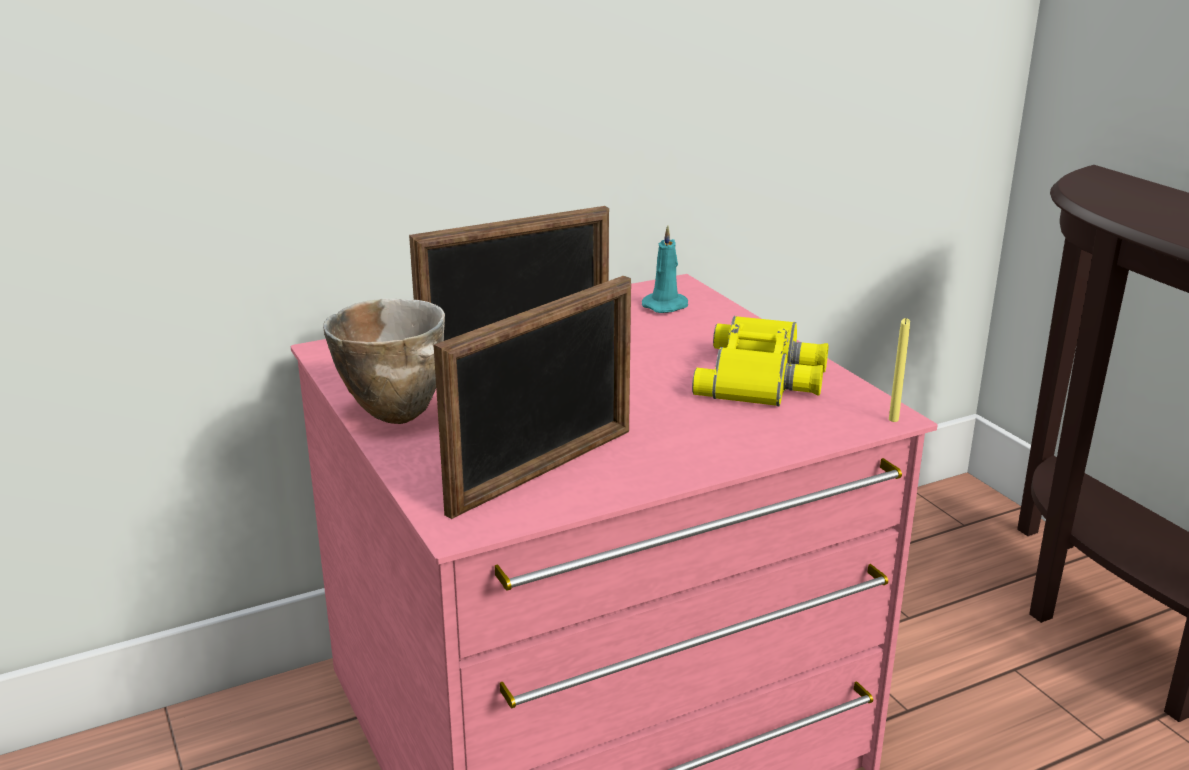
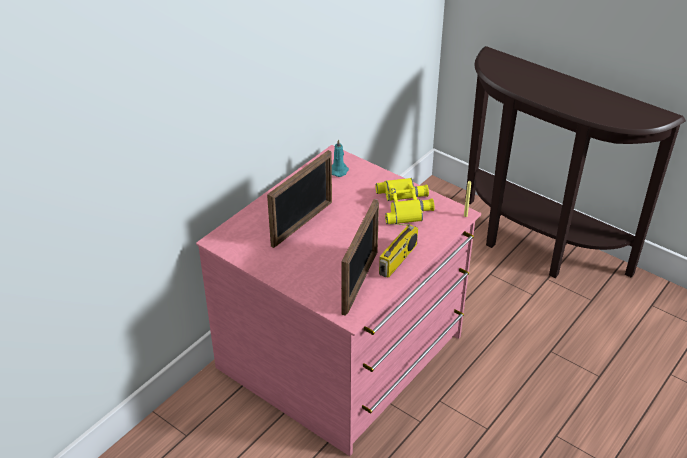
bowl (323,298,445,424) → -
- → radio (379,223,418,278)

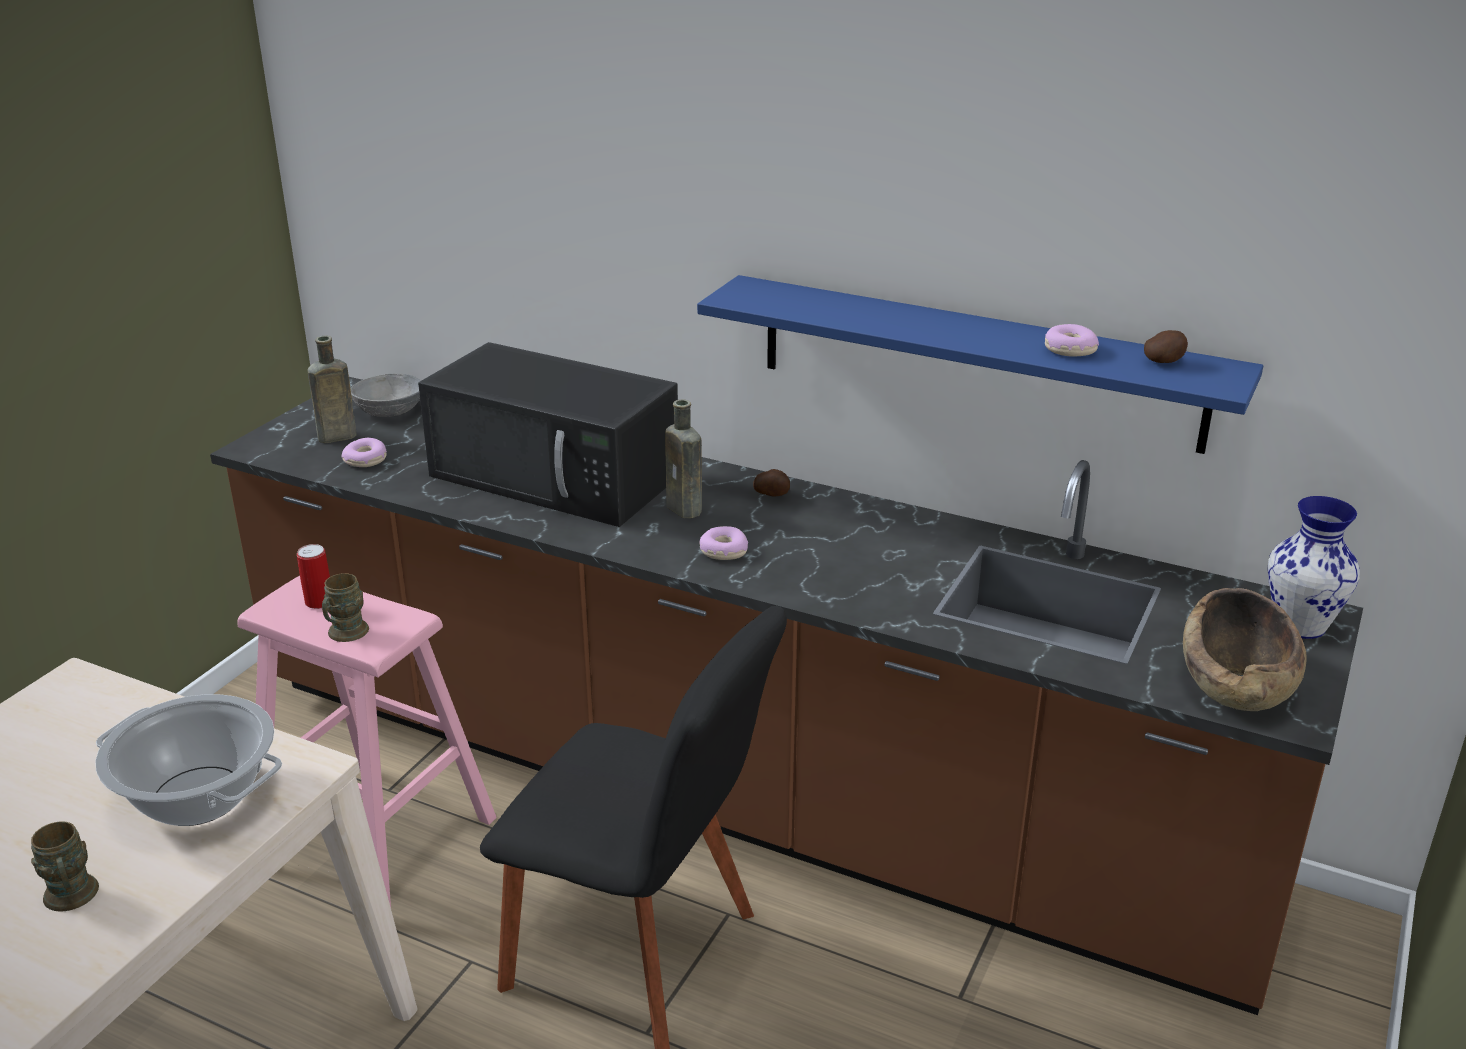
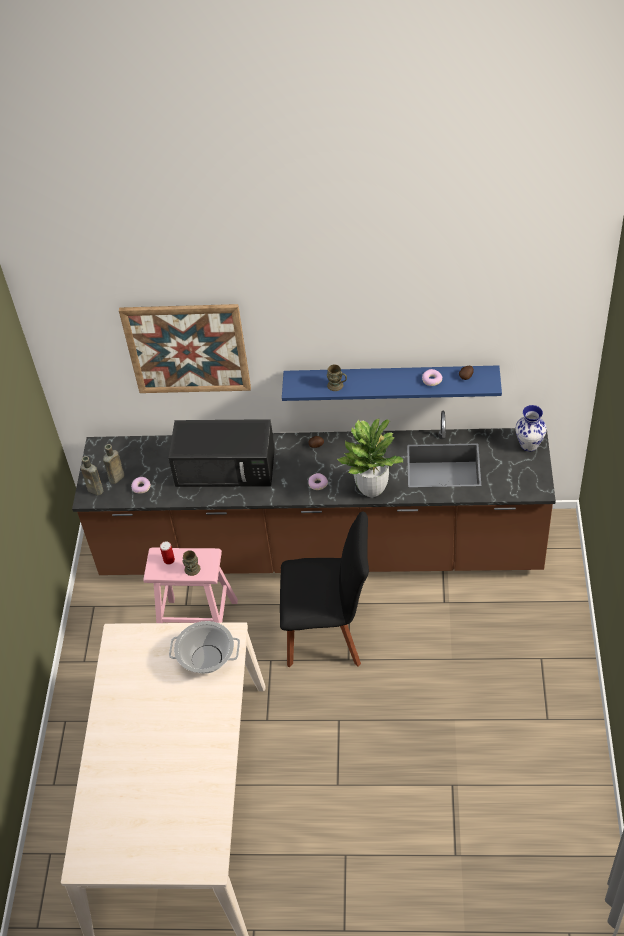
mug (brown) (31,822,99,912) → mug (brown) (327,365,347,391), moved
bowl (grey) (351,373,421,417) → -
bottle (brown) (665,399,702,518) → bottle (brown) (81,456,104,496), moved
bowl (brown) (1183,588,1307,711) → -
- → picture (119,304,251,393)
- → potted plant (336,419,403,497)

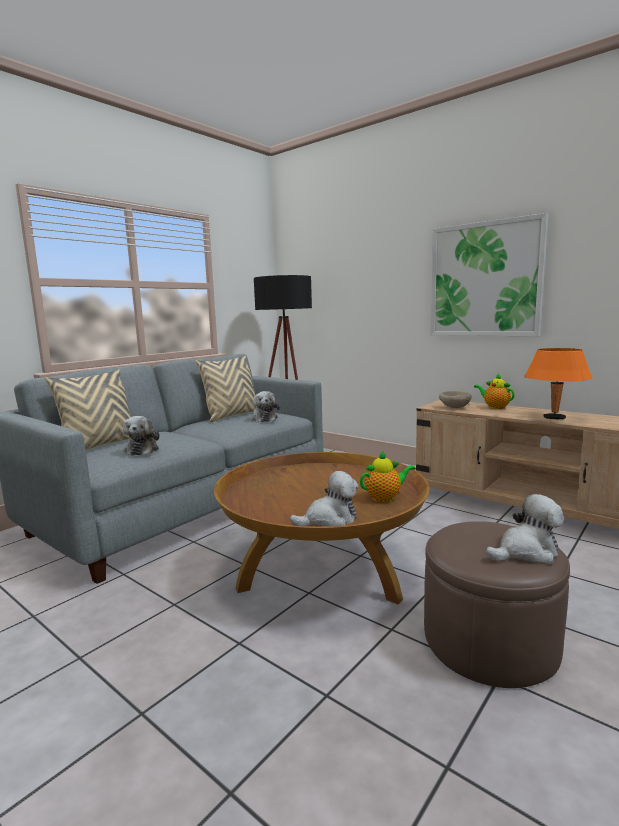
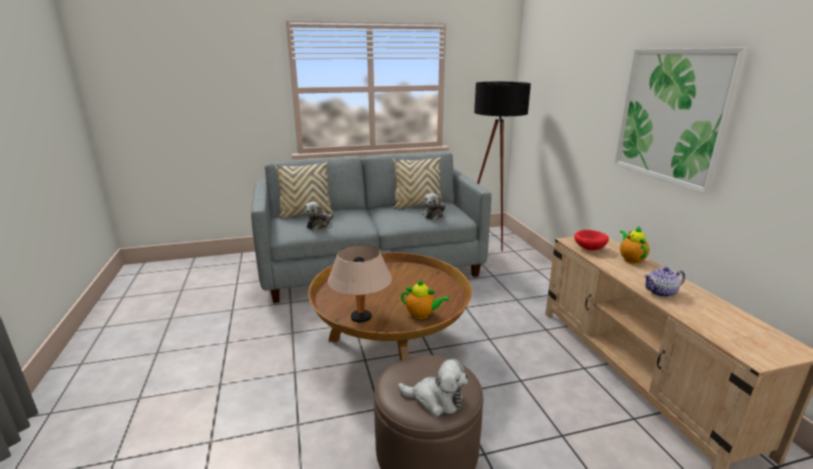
plush toy (290,471,359,527) → table lamp (beige) (328,245,392,322)
bowl (beige) (439,391,472,408) → bowl (red) (574,230,609,250)
table lamp (orange) (524,348,593,419) → teapot (644,267,685,297)

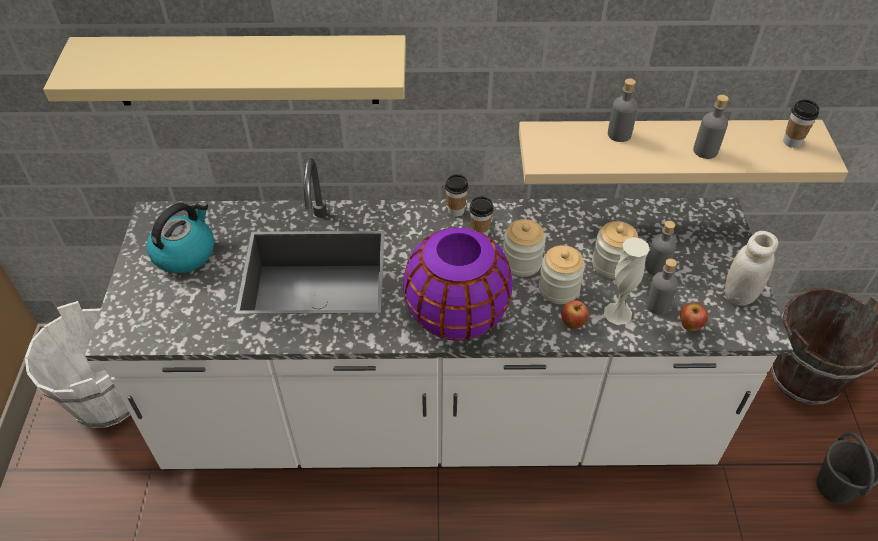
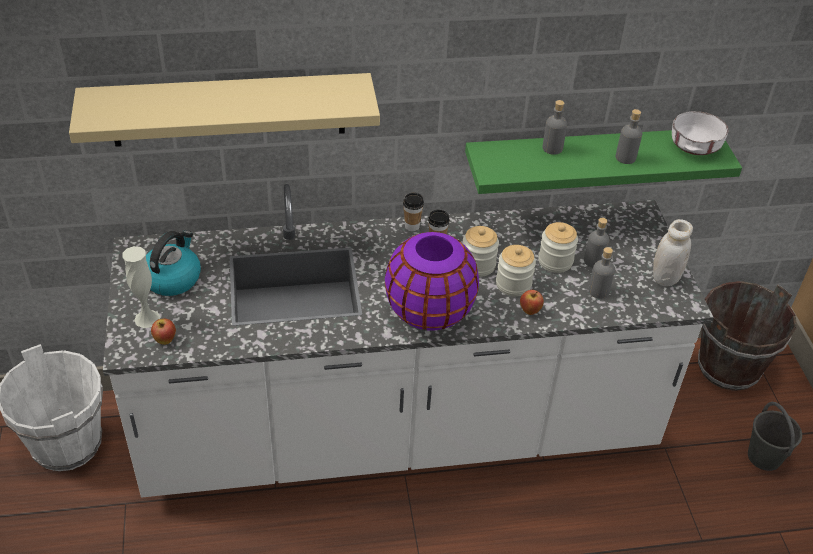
shelf (beige) (519,120,848,184) → shelf (green) (465,130,742,194)
vase (white) (604,237,650,325) → vase (white) (122,246,160,328), moved
apple (680,303,708,331) → apple (151,319,176,345), moved
cup (783,100,819,148) → bowl (white) (672,111,728,155)

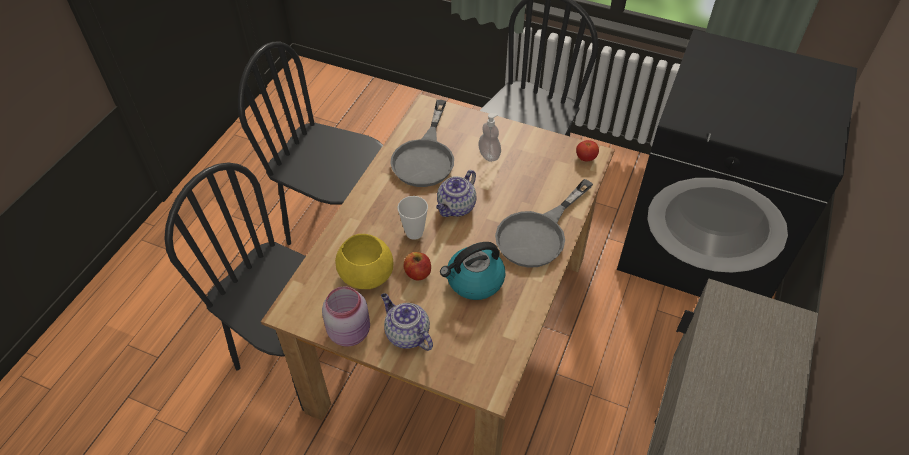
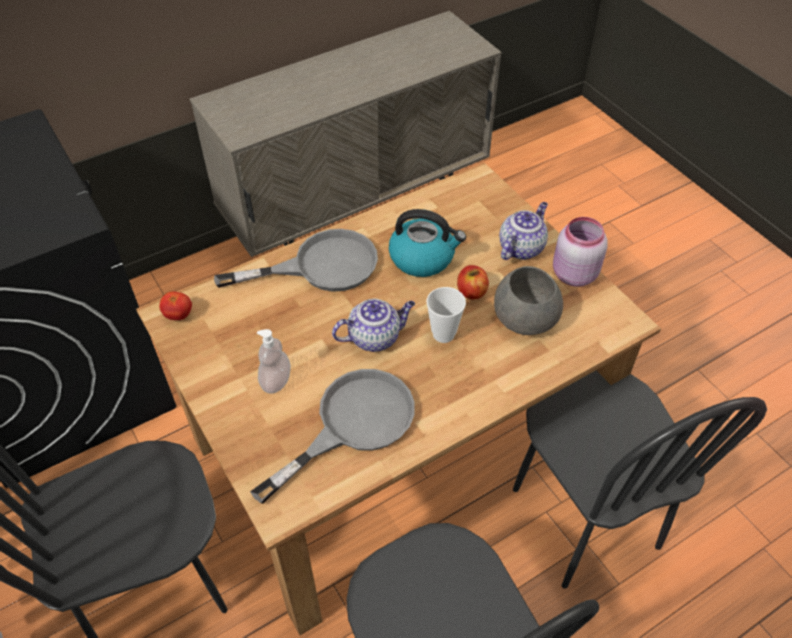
bowl (yellow) (335,234,393,289) → bowl (grey) (494,266,563,335)
teapot (381,293,433,351) → teapot (499,202,548,260), 135 degrees counterclockwise

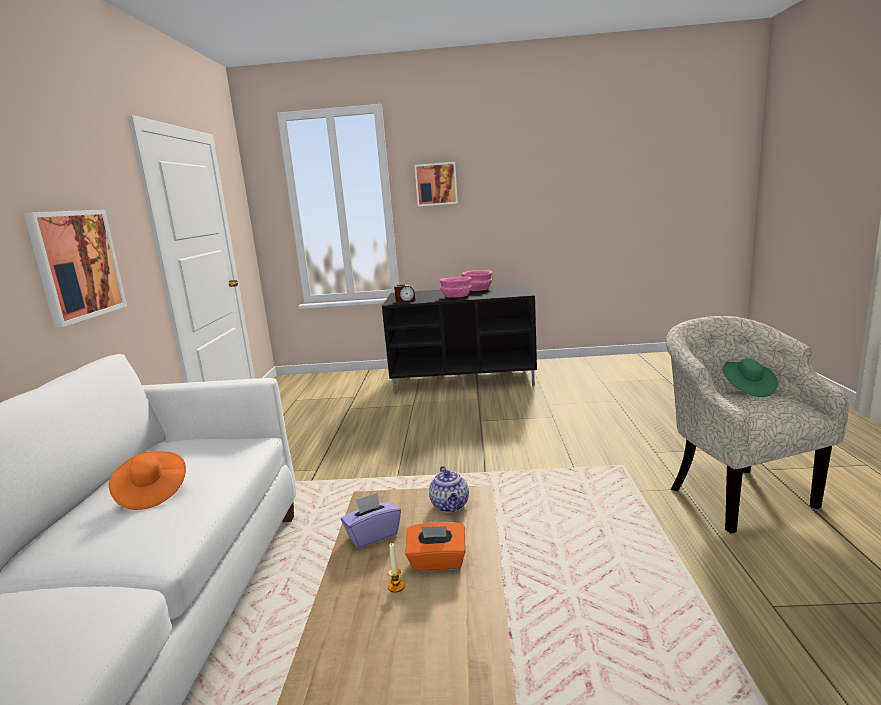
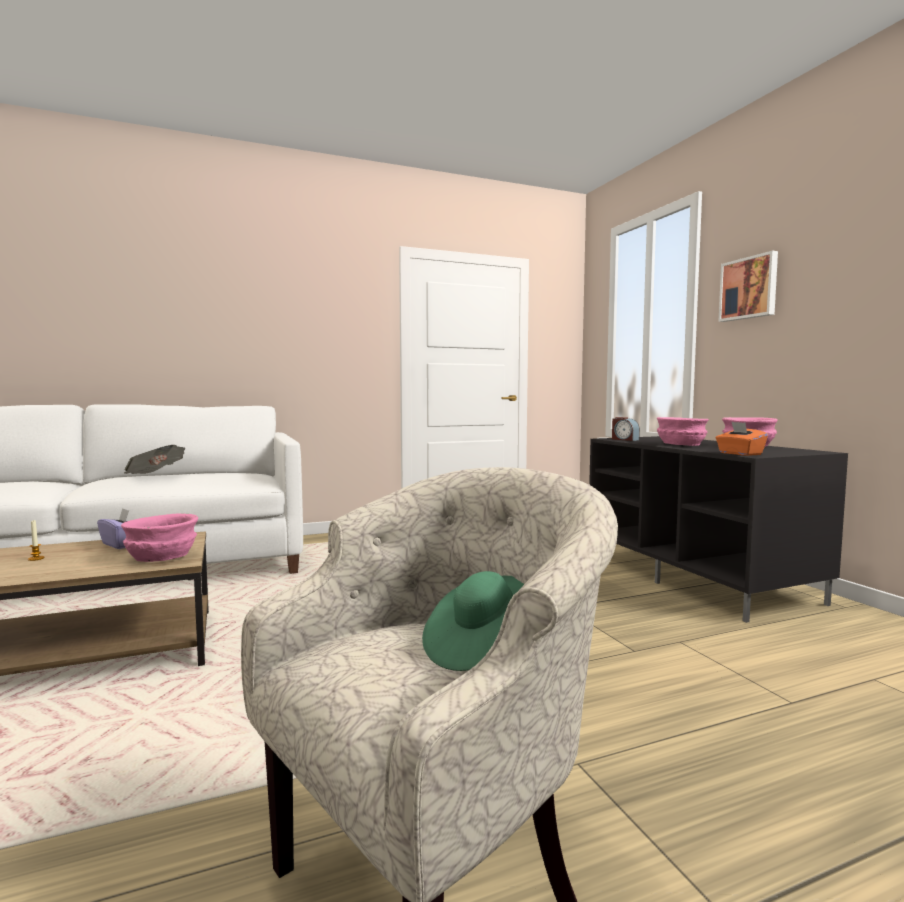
picture (24,210,127,328) → -
hat (orange) (109,451,186,510) → newspaper (124,445,185,474)
tissue box (orange) (405,522,466,572) → tissue box (orange) (716,422,768,456), moved
teapot (429,466,469,512) → bowl (pink) (121,513,198,562)

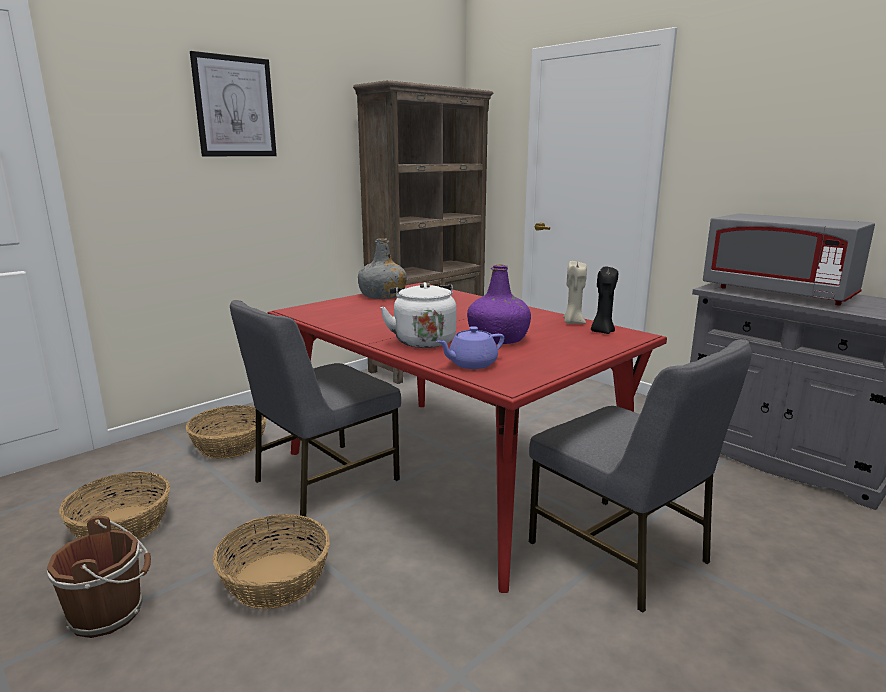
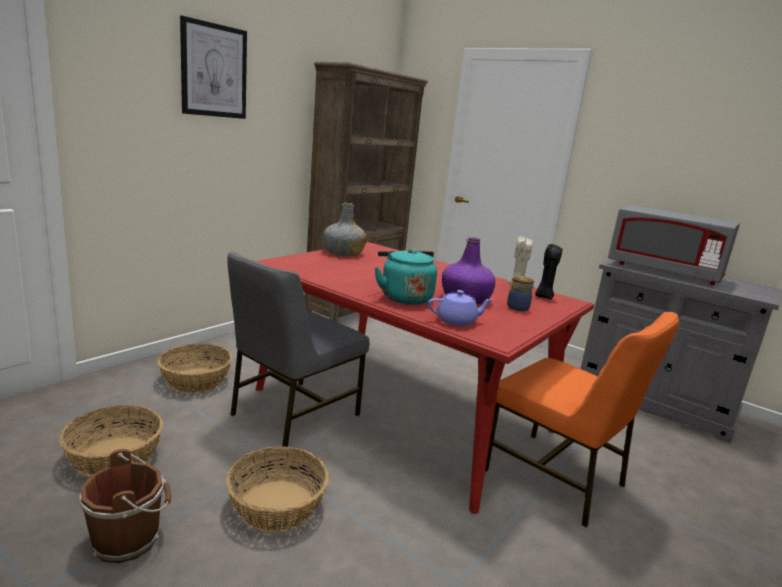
kettle (white) (380,282,456,348) → kettle (turquoise) (375,248,437,305)
teapot (purple) (436,326,504,369) → teapot (purple) (428,290,494,326), 150 degrees counterclockwise
chair (grey) (529,339,752,613) → chair (orange) (485,312,679,527)
- → jar (507,276,534,311)

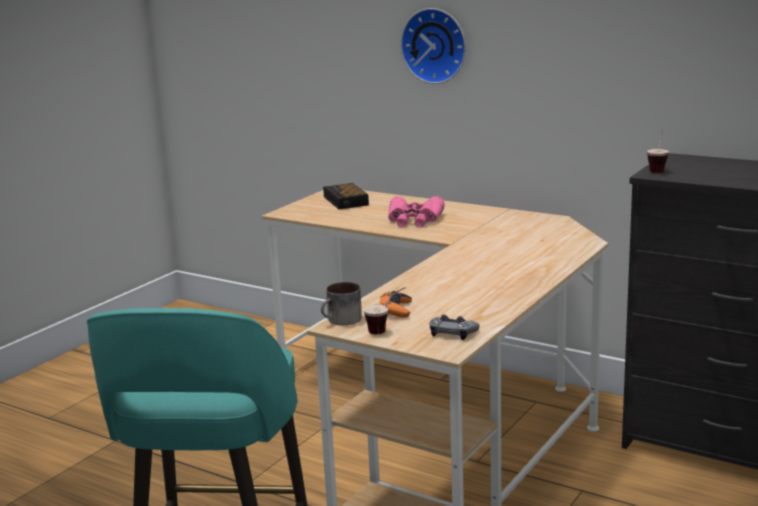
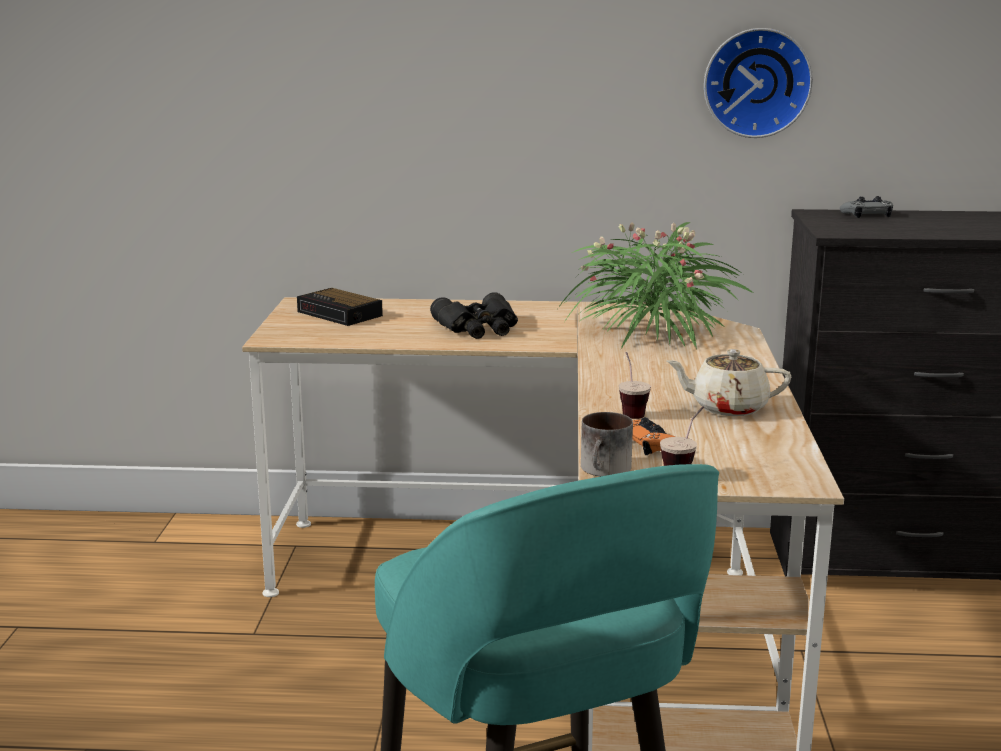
binoculars (pink) (388,196,445,227) → binoculars (black) (430,292,518,339)
wall clock (400,8,466,84) → wall clock (704,28,813,138), moved
game controller (grey) (429,315,479,340) → game controller (grey) (840,196,893,218), moved
cup (647,131,669,173) → cup (619,352,651,419), moved
- → potted plant (558,222,753,350)
- → teapot (beige) (666,349,791,416)

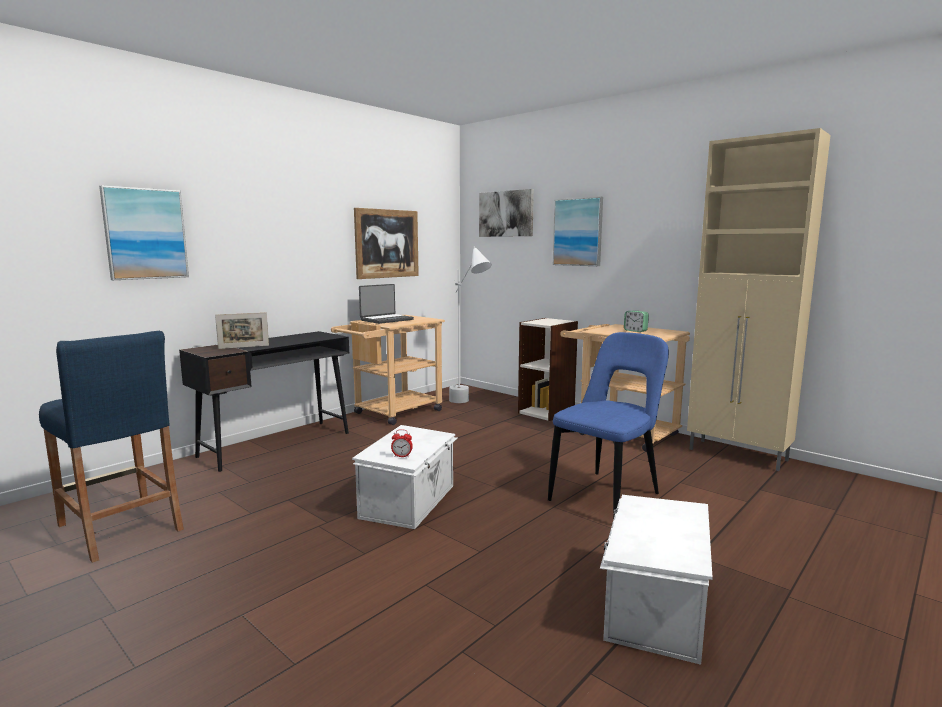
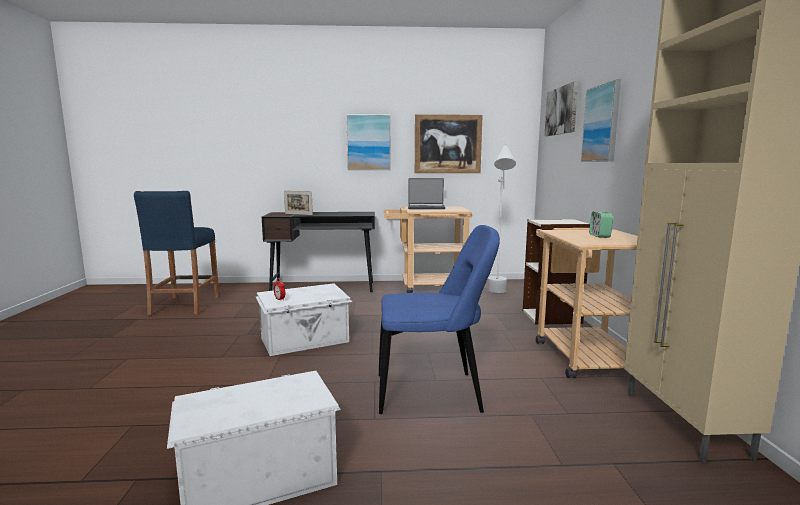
picture (99,185,189,280) → picture (346,114,391,170), moved

